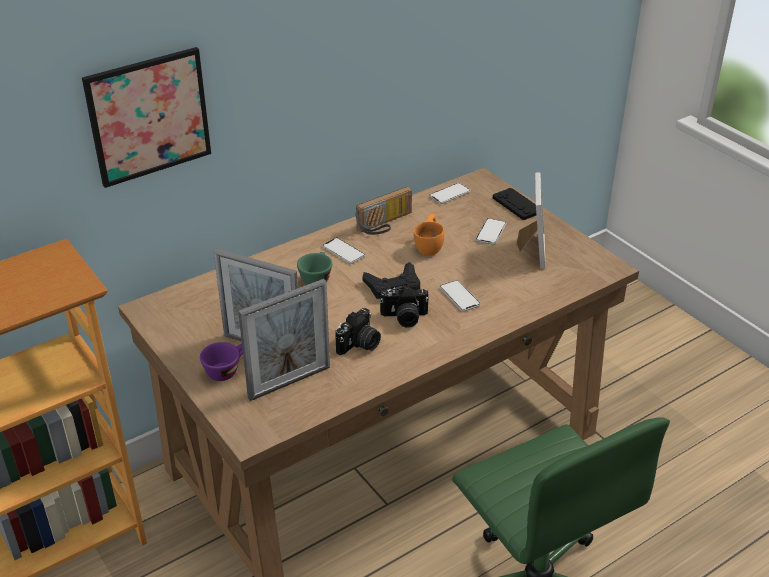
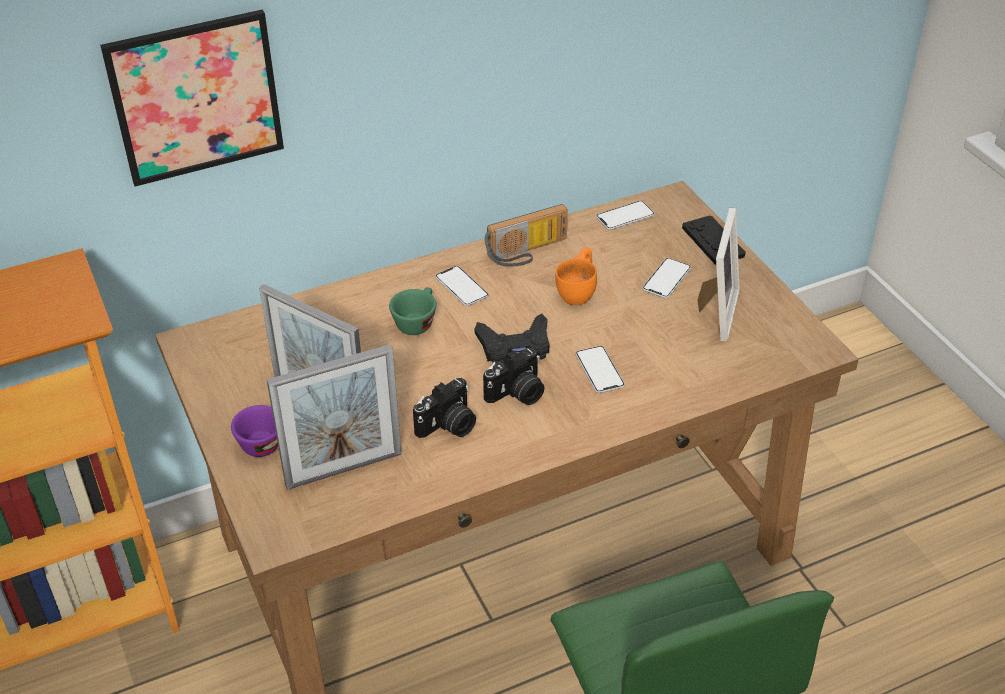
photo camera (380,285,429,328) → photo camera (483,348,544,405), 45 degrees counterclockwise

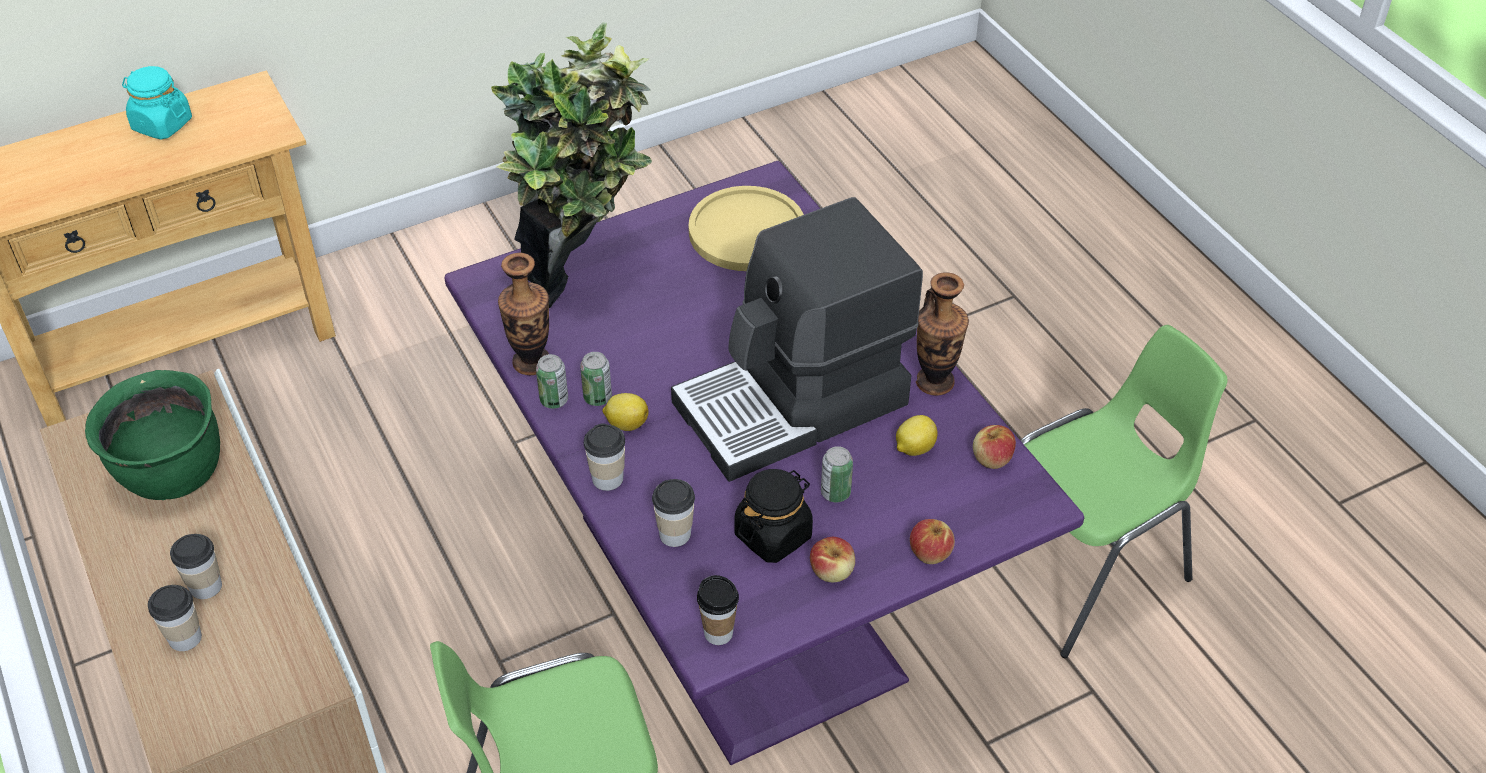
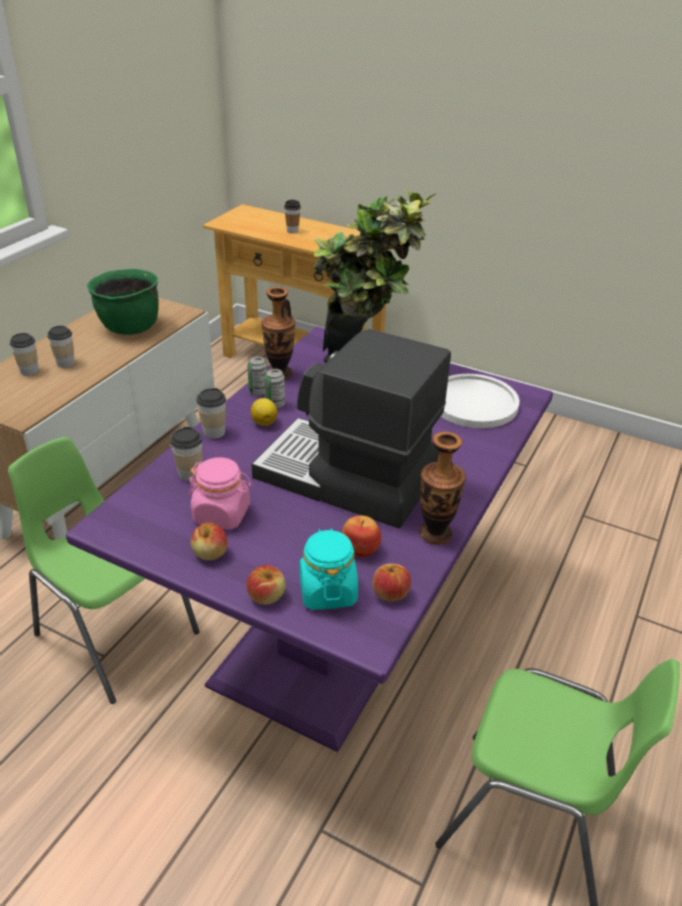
jar (turquoise) (122,66,192,139) → jar (turquoise) (300,528,358,610), moved
plate (yellow) (688,186,804,271) → plate (white) (441,374,520,428)
cup (697,575,739,645) → cup (284,200,301,234), moved
jar (black) (734,469,813,563) → jar (pink) (188,457,252,530)
can (821,446,853,502) → -
lemon (896,415,937,456) → apple (342,515,382,558)

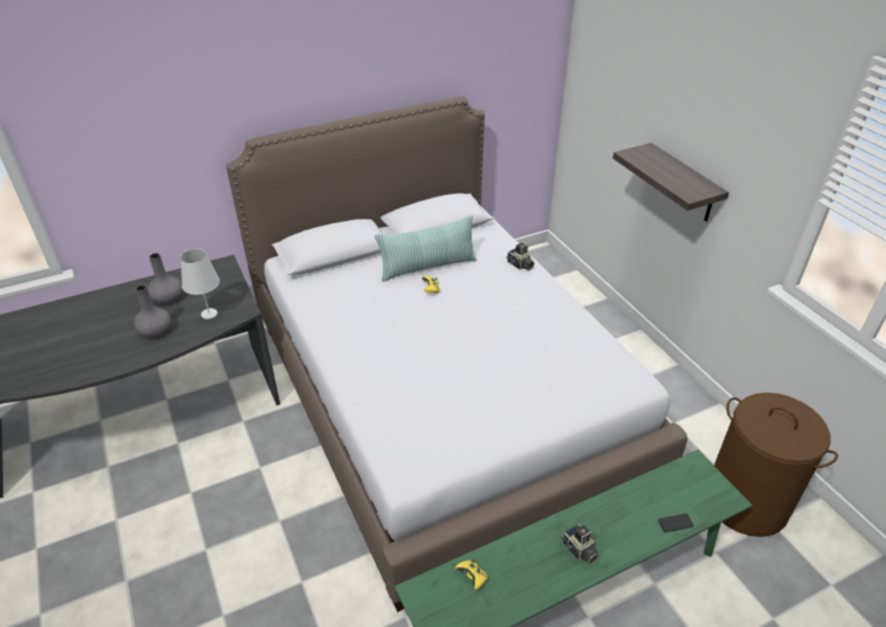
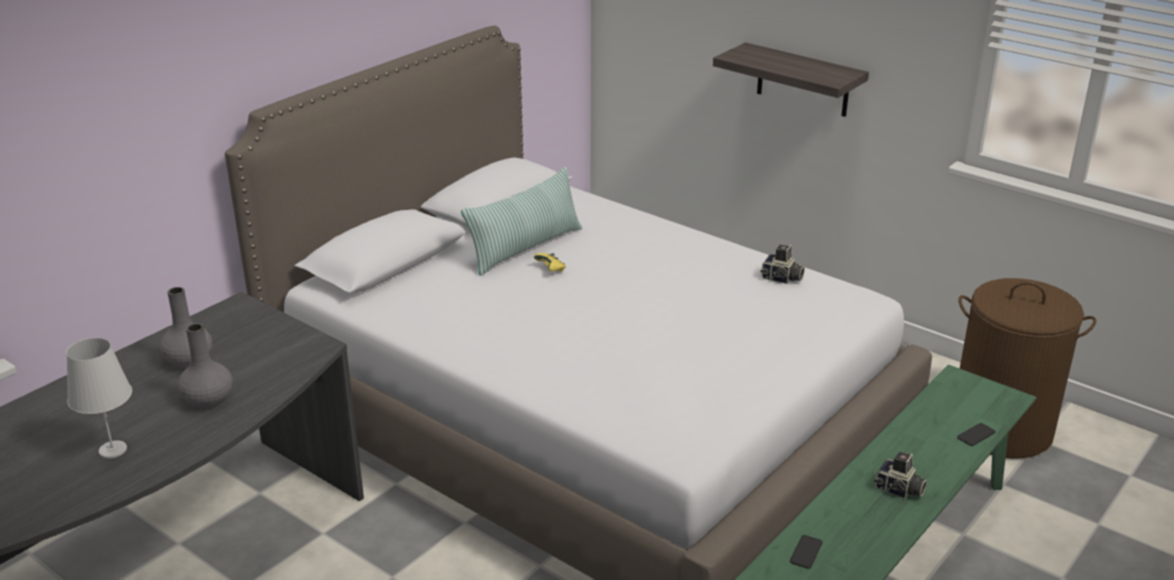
table lamp (white) (180,249,220,319) → table lamp (white) (66,338,132,459), moved
game controller (yellow) (455,559,488,590) → phone (790,535,823,569)
photo camera (506,243,535,270) → photo camera (761,245,805,284), moved

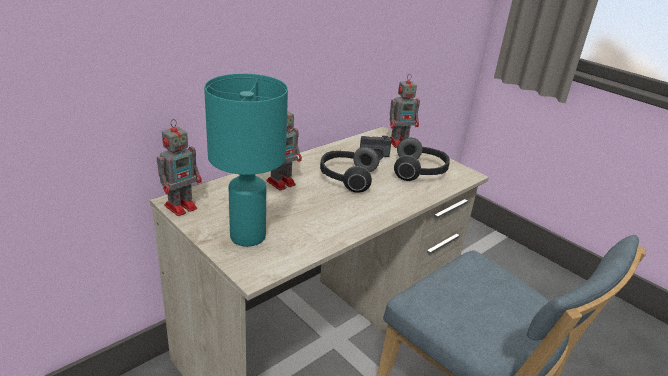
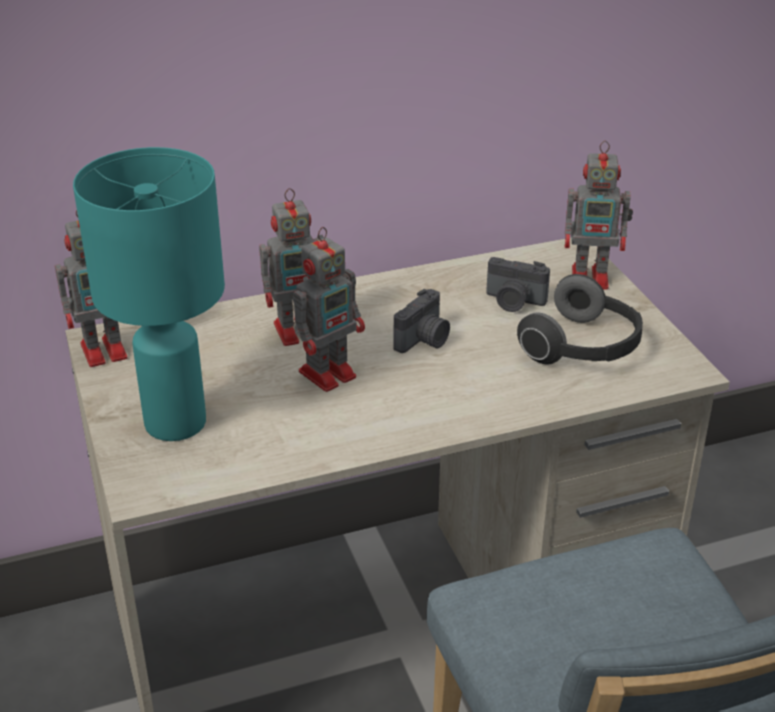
headphones (320,147,379,193) → photo camera (393,289,450,353)
- → toy robot (293,227,365,392)

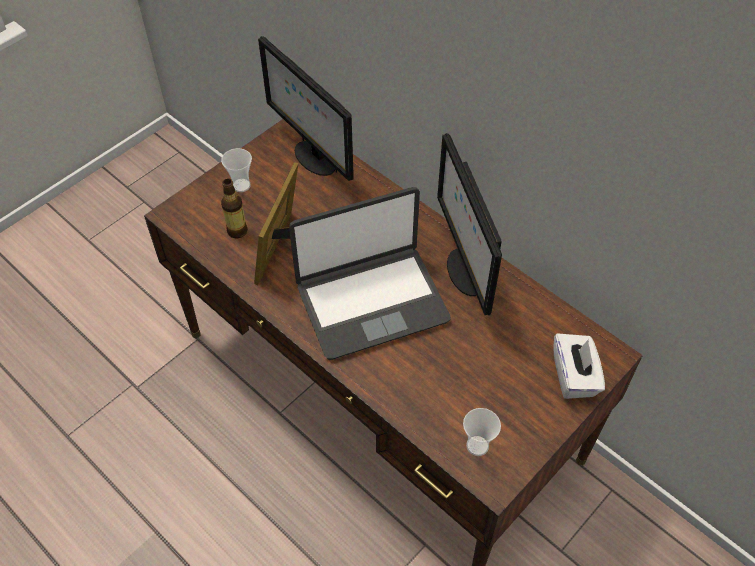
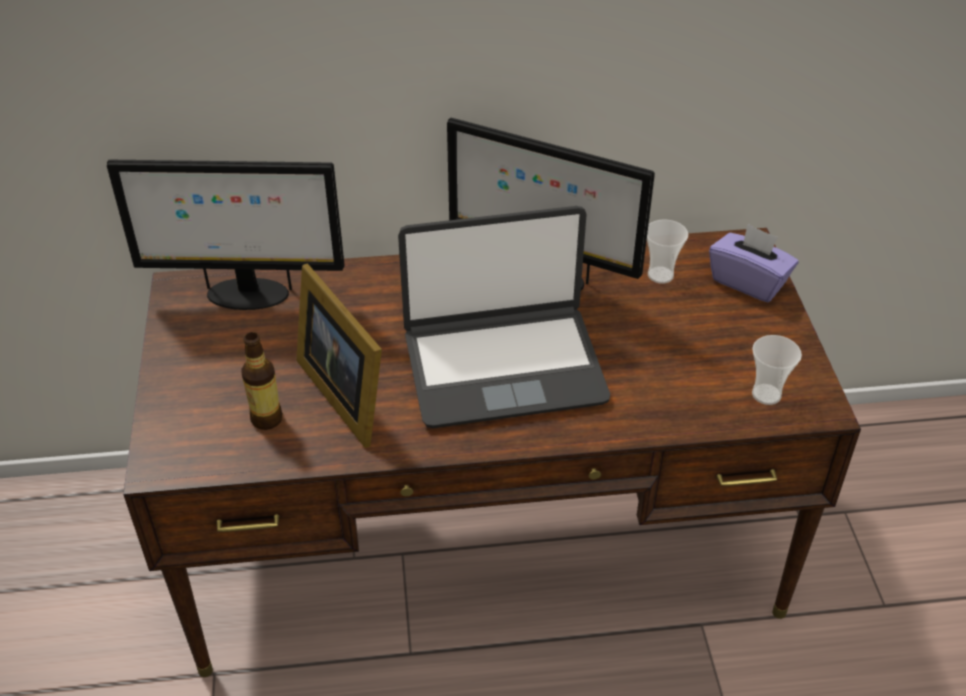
cup (221,148,252,192) → cup (647,219,688,284), moved
laptop (289,187,450,360) → laptop (398,206,610,428), 60 degrees clockwise
tissue box (white) (553,334,605,399) → tissue box (purple) (709,224,799,302)

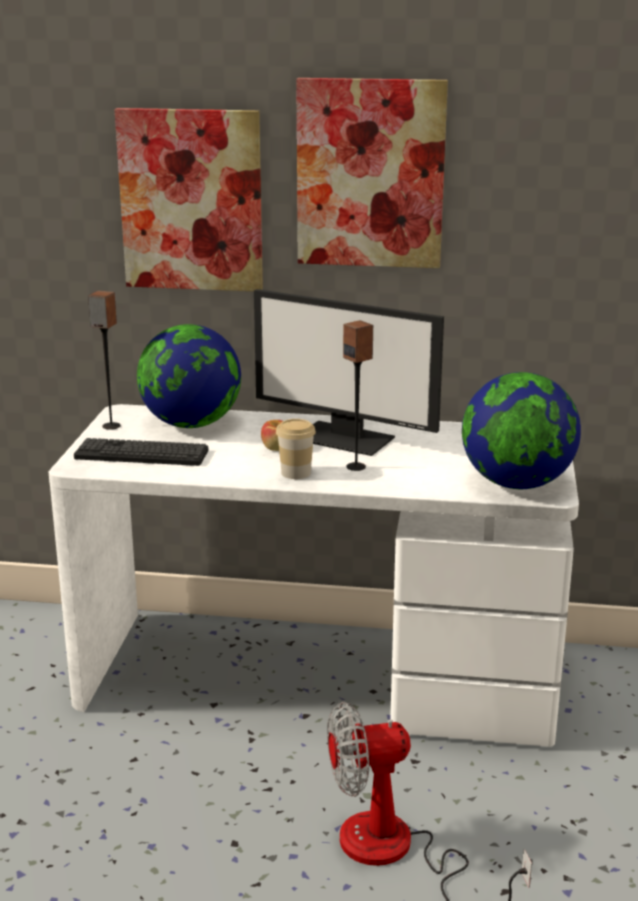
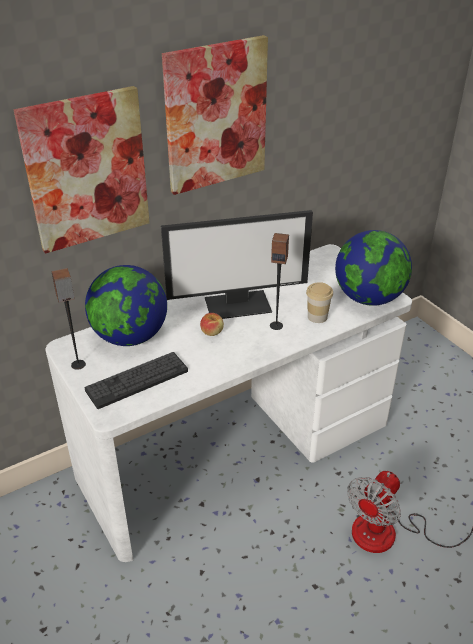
cup (276,419,316,479) → cup (306,282,333,323), moved

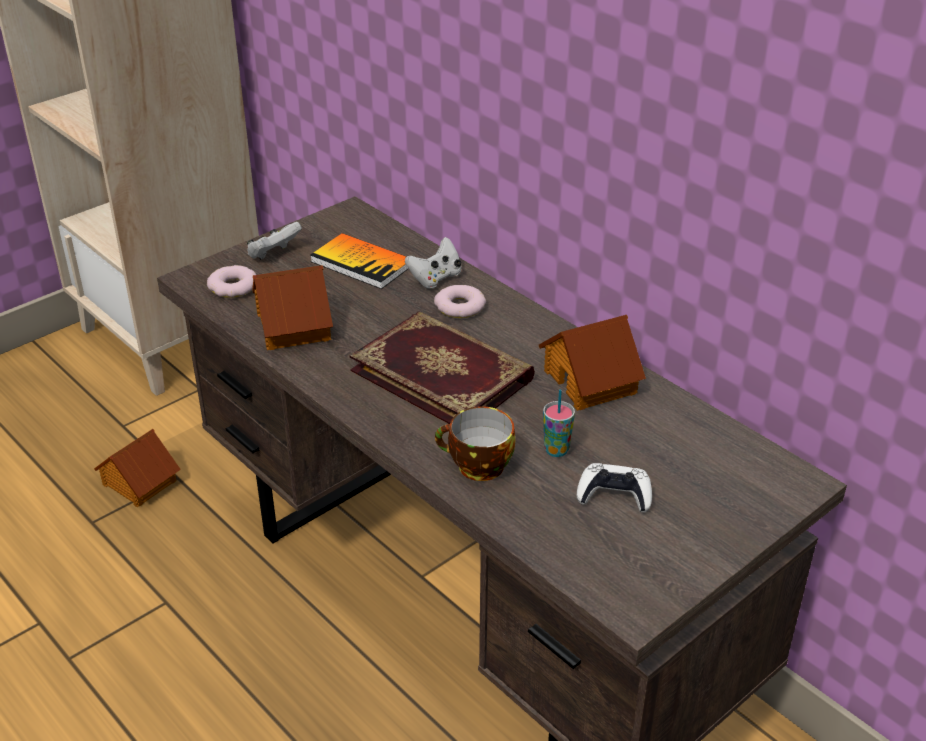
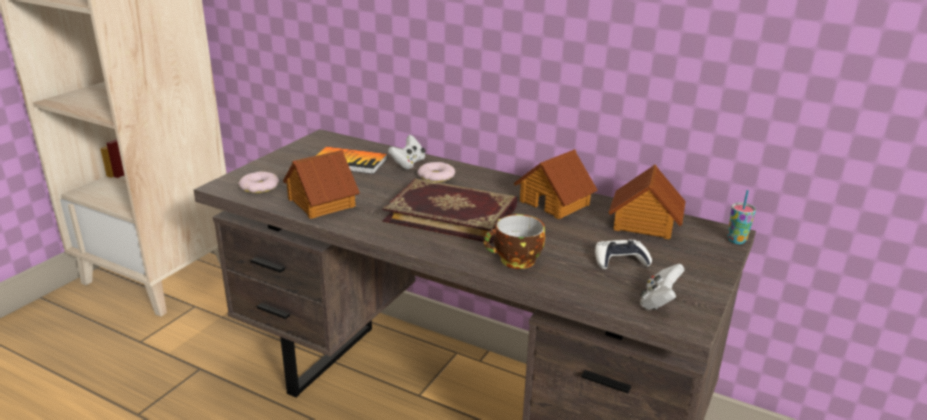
toy house (94,429,181,507) → toy house (608,165,686,240), moved
game controller (white) (247,222,302,259) → game controller (white) (640,264,685,310), moved
cup (543,390,575,457) → cup (728,190,756,244), moved

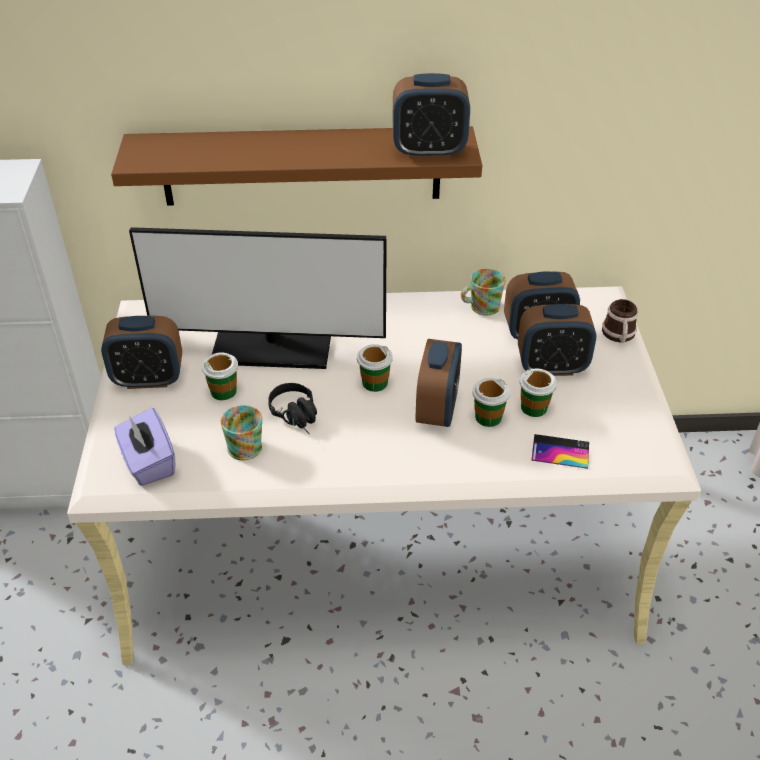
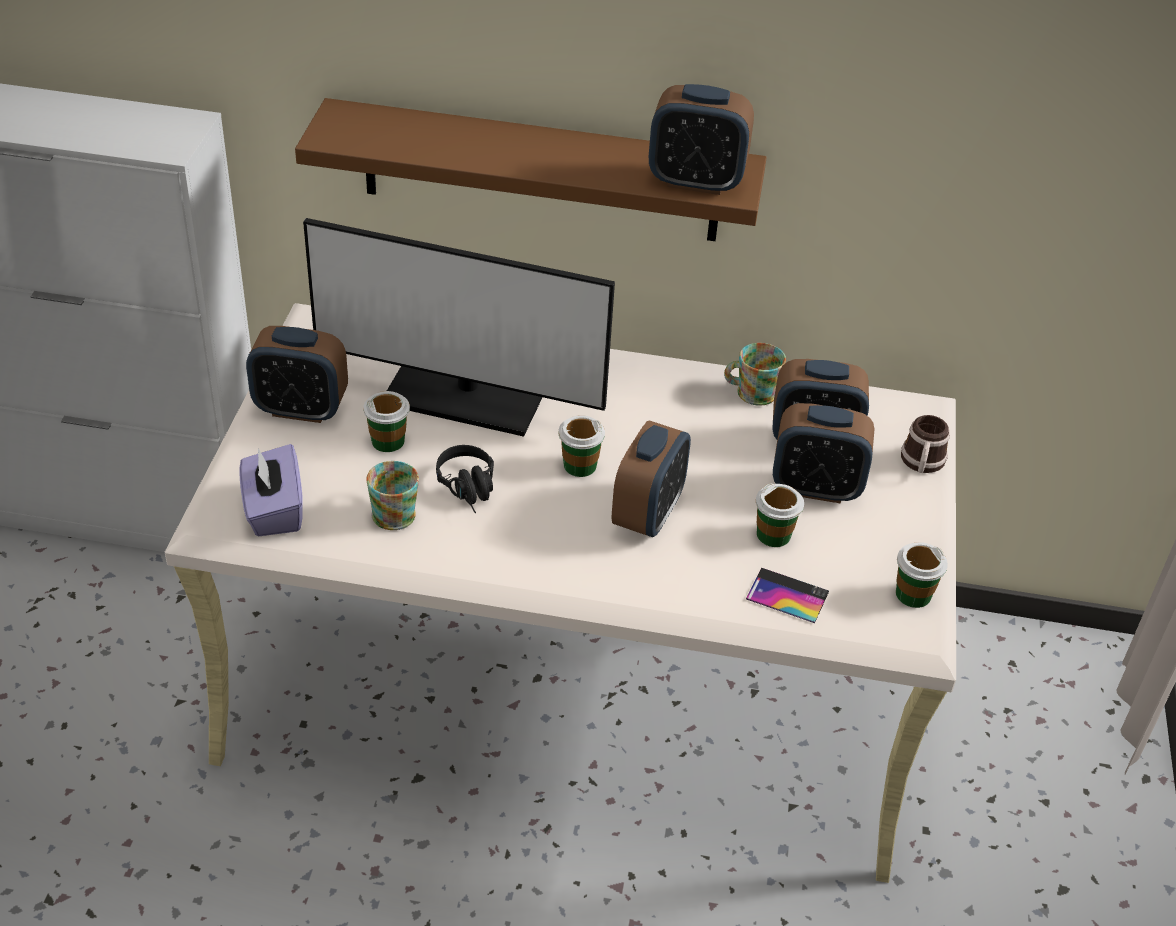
cup (472,378,510,427) → cup (896,542,948,608), moved

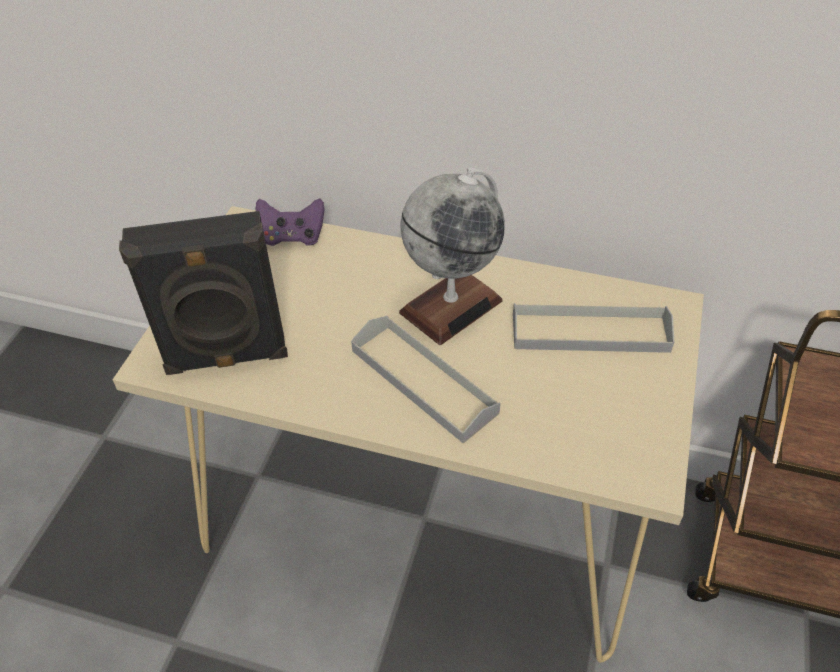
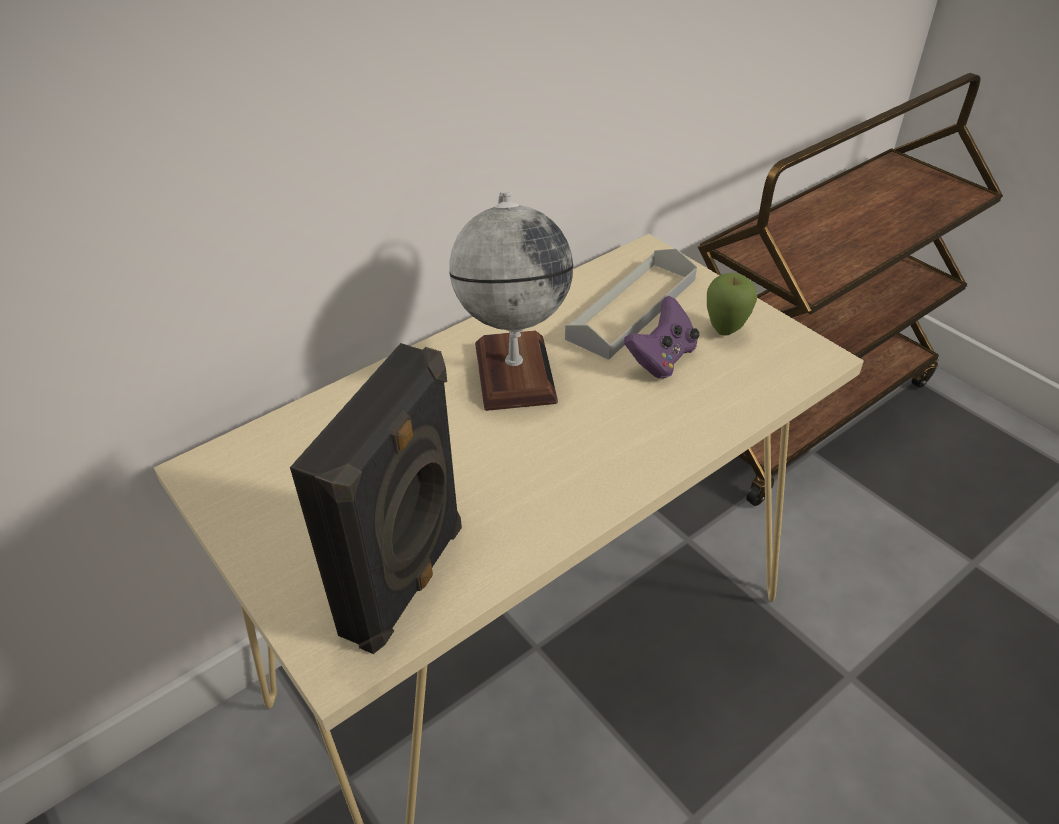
game controller (purple) (255,199,325,246) → game controller (purple) (624,296,700,379), moved
tray (grey) (351,316,501,444) → -
- → apple (707,273,757,336)

